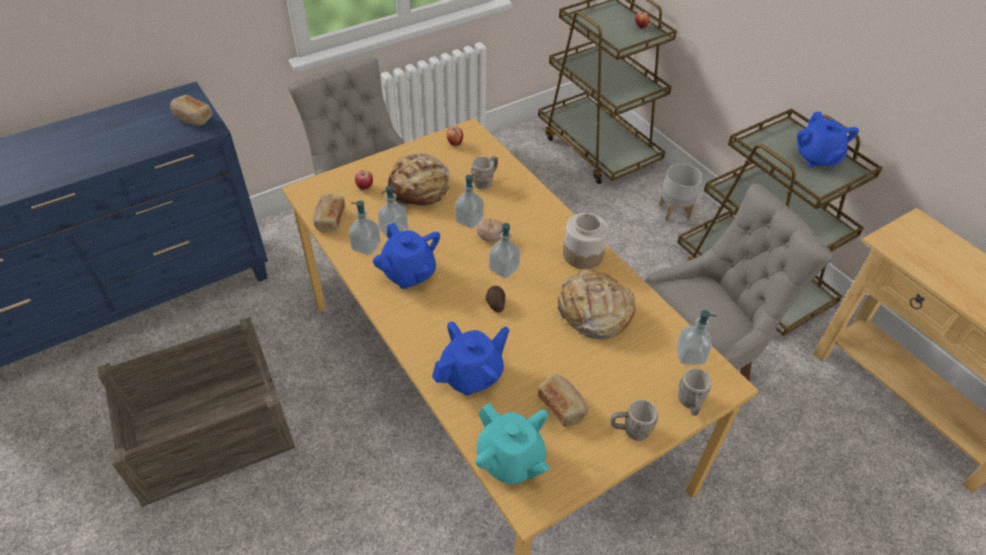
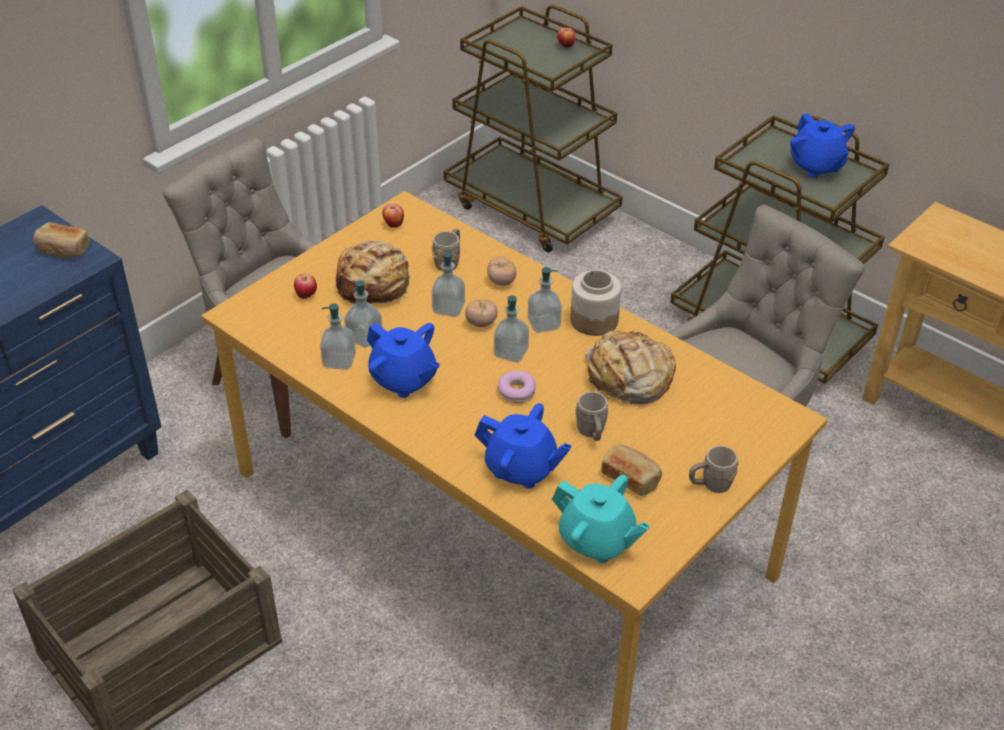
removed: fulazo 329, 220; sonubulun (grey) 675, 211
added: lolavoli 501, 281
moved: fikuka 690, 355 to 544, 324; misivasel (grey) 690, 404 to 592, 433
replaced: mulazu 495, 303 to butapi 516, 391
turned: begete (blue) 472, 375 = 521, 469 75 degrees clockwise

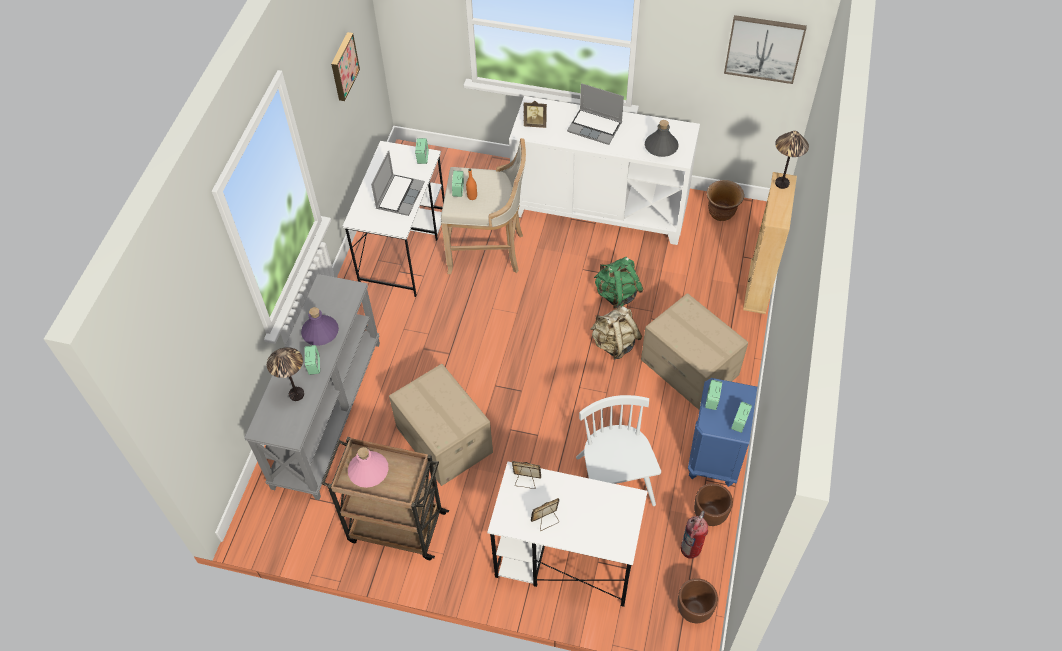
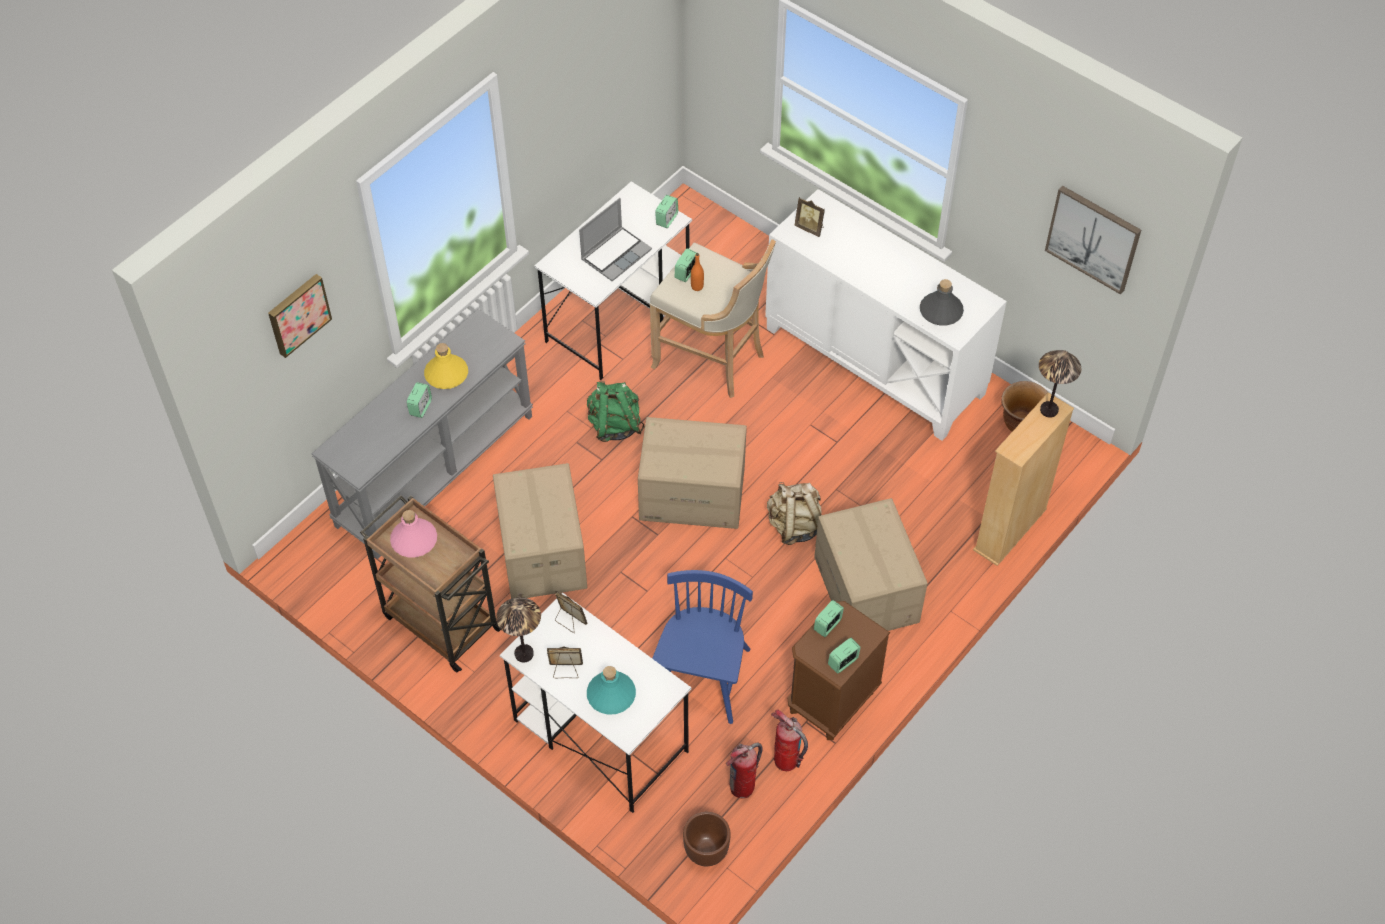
removed: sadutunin 595, 127
added: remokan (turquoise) 611, 695; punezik 692, 493
moved: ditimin 343, 66 to 297, 314; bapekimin 297, 394 to 524, 654; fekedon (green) 617, 294 to 614, 425
replaced: sonubulun (brown) 709, 515 to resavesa 786, 761
recoloured: remokan (purple) 320, 332 to remokan (yellow) 447, 374; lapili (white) 615, 481 to lapili (blue) 702, 678; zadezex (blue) 714, 457 to zadezex (brown) 831, 702

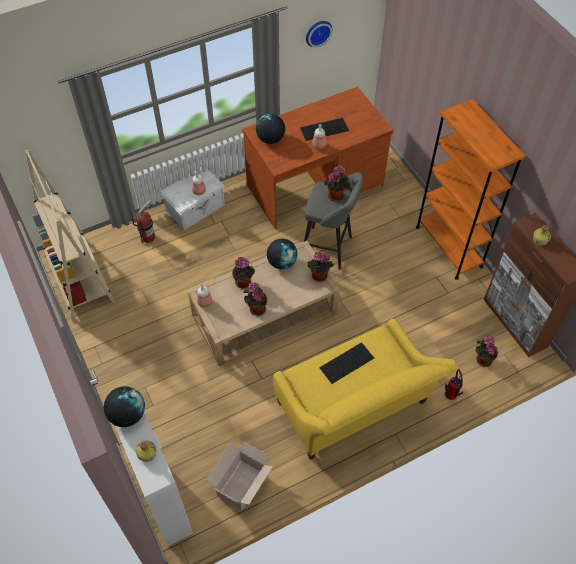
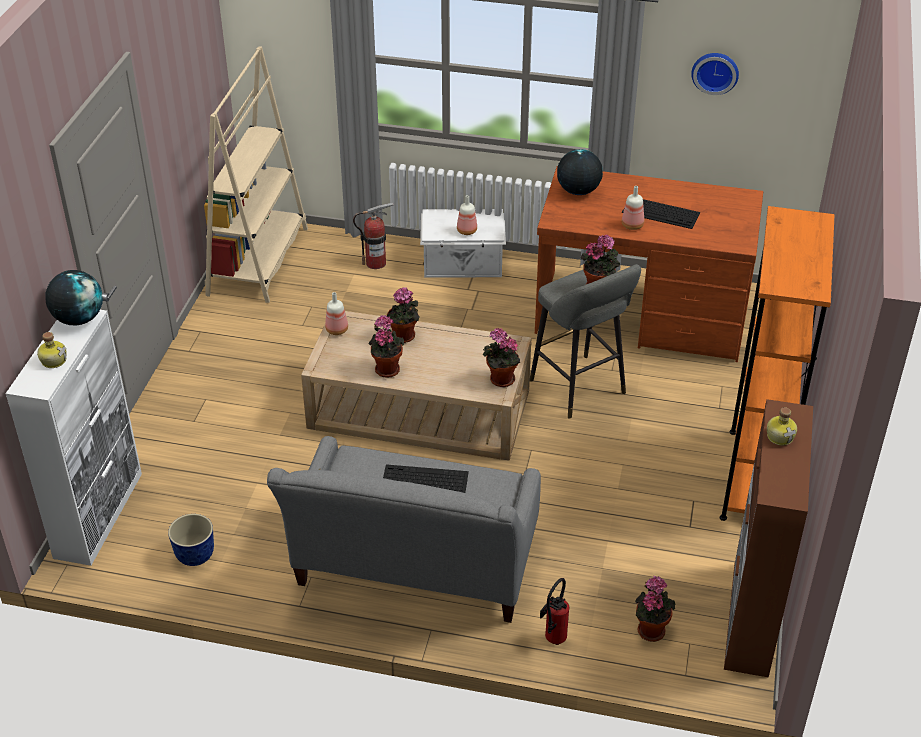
removed: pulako 282, 262
replaced: punezik 242, 484 to sonubulun 196, 556
recoloured: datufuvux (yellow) 355, 409 to datufuvux (grey) 413, 571

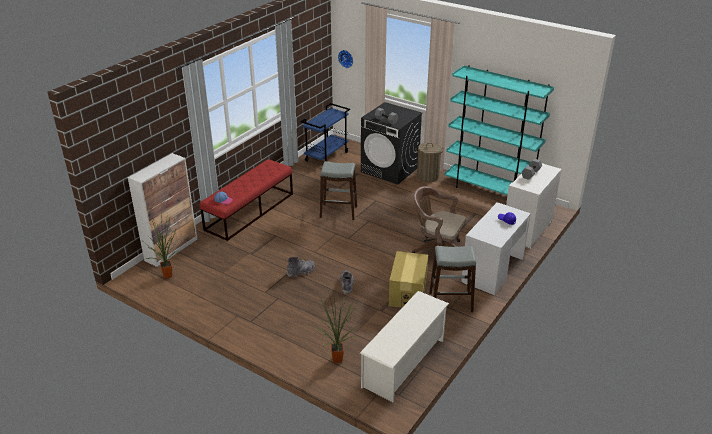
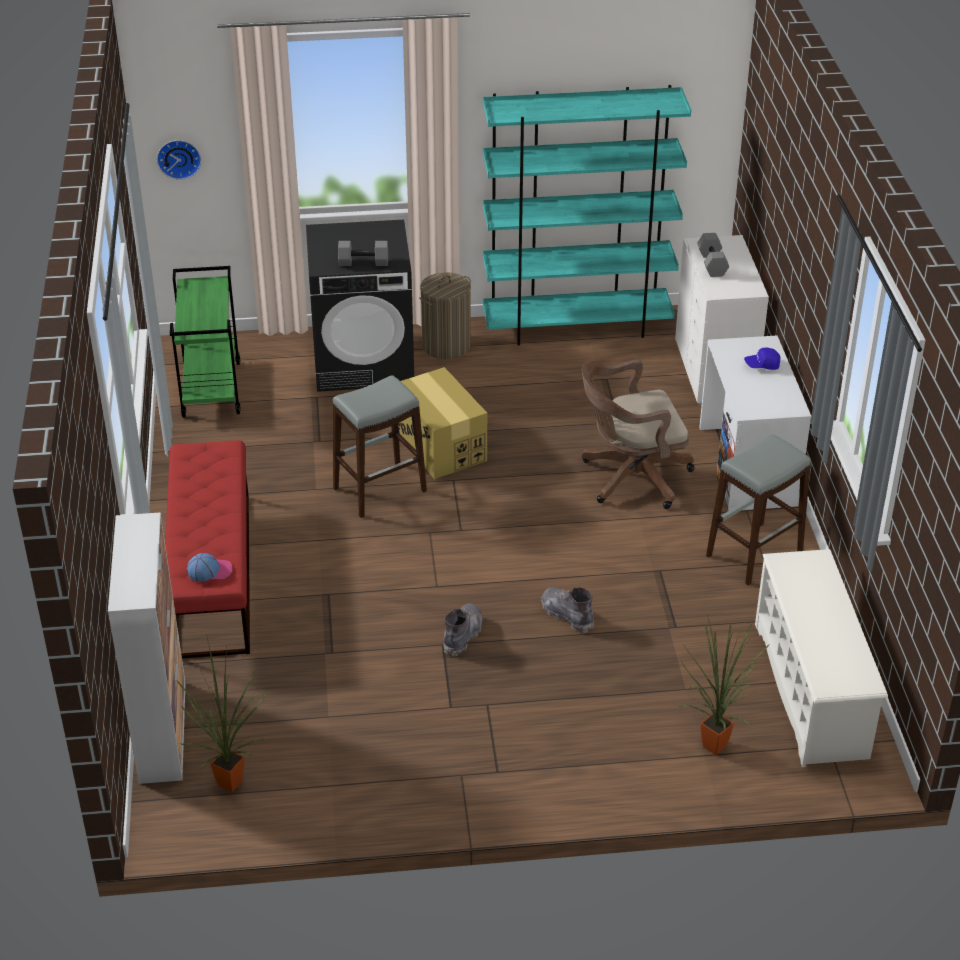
moved: punezik 408, 292 to 439, 445
recoloured: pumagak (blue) 326, 156 to pumagak (green) 210, 389

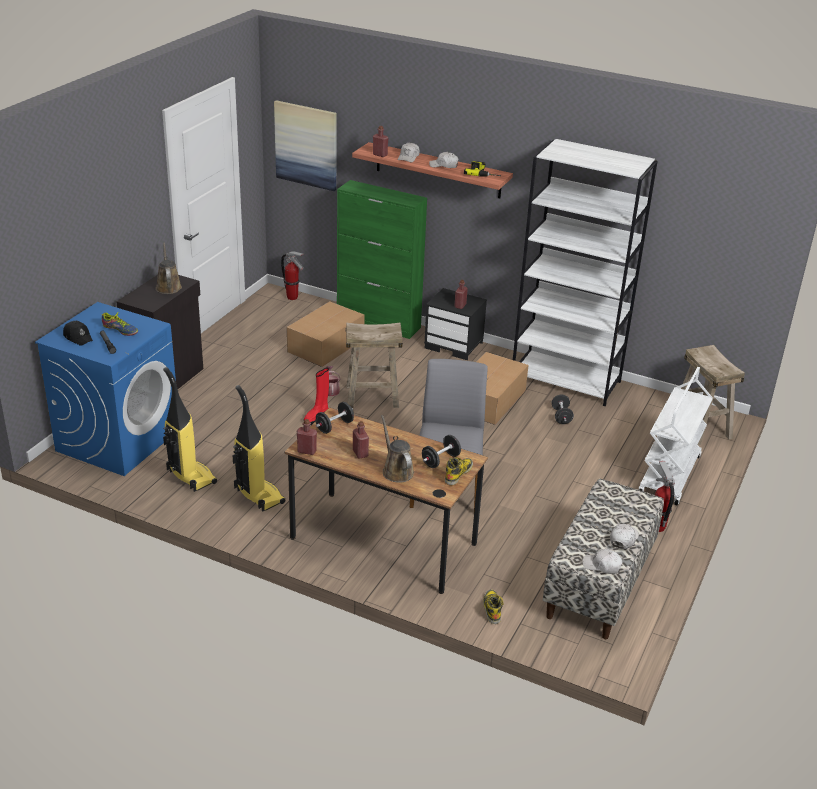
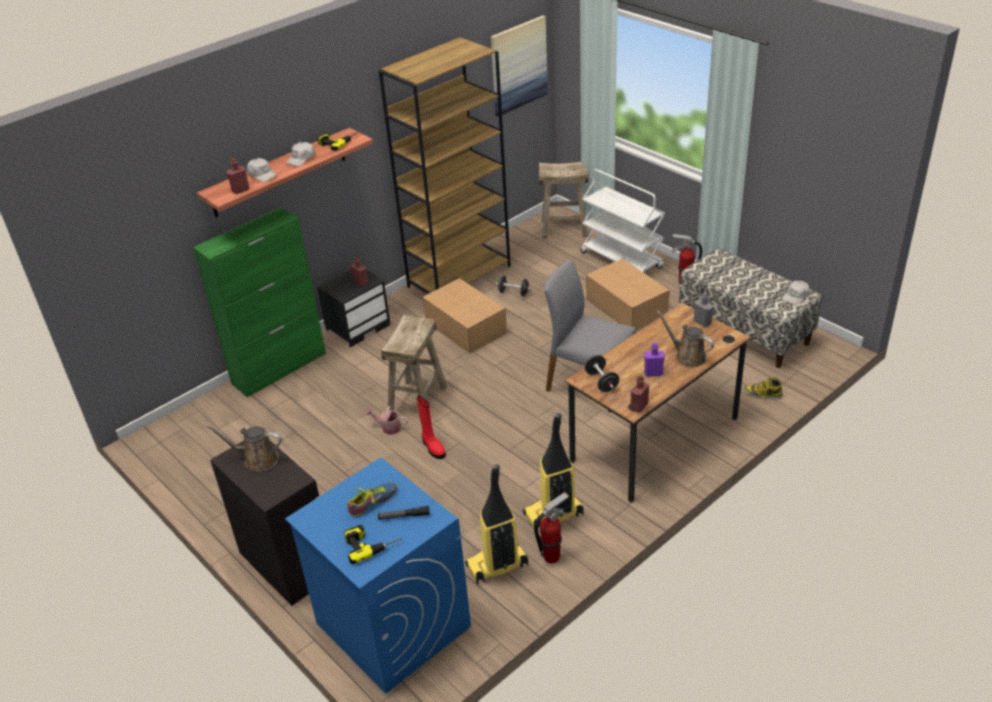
removed: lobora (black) 440, 460; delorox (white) 623, 539
moved: ditimin 306, 145 to 518, 65; resavesa 292, 297 to 552, 557; punezik 327, 345 to 626, 306
replaced: delorox (black) 78, 337 to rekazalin 371, 543; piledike 458, 473 to remokan (grey) 702, 322
recoloured: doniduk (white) 566, 380 to doniduk (brown) 459, 276; remokan (red) 360, 453 to remokan (purple) 653, 373
turned: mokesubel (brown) 396, 470 = 687, 356 45 degrees clockwise

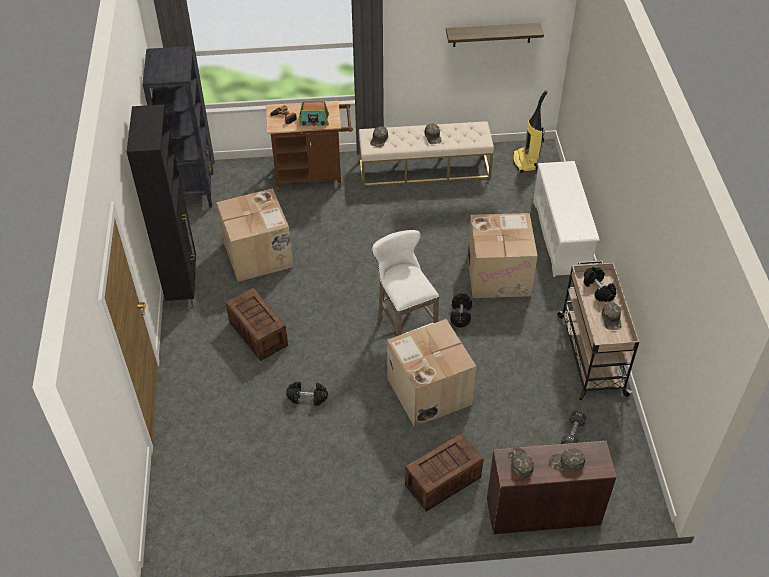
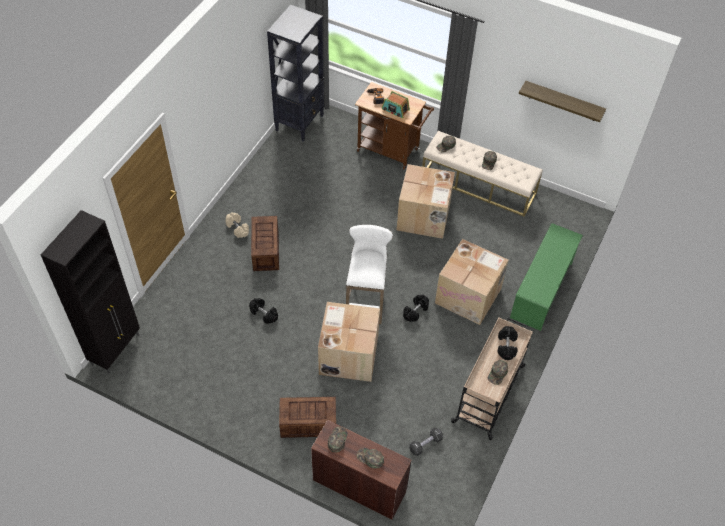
removed: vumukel 525, 162
added: lobora (beige) 238, 228
moved: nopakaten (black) 183, 285 to 116, 349; punezik 259, 255 to 424, 217
recoloured: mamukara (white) 561, 236 to mamukara (green) 541, 290

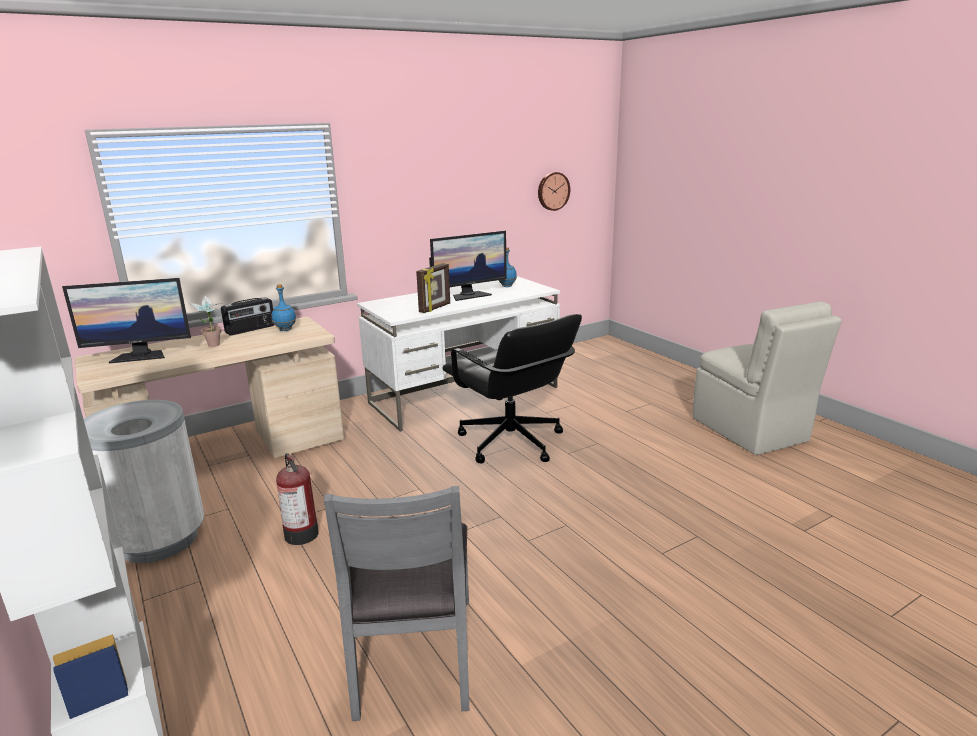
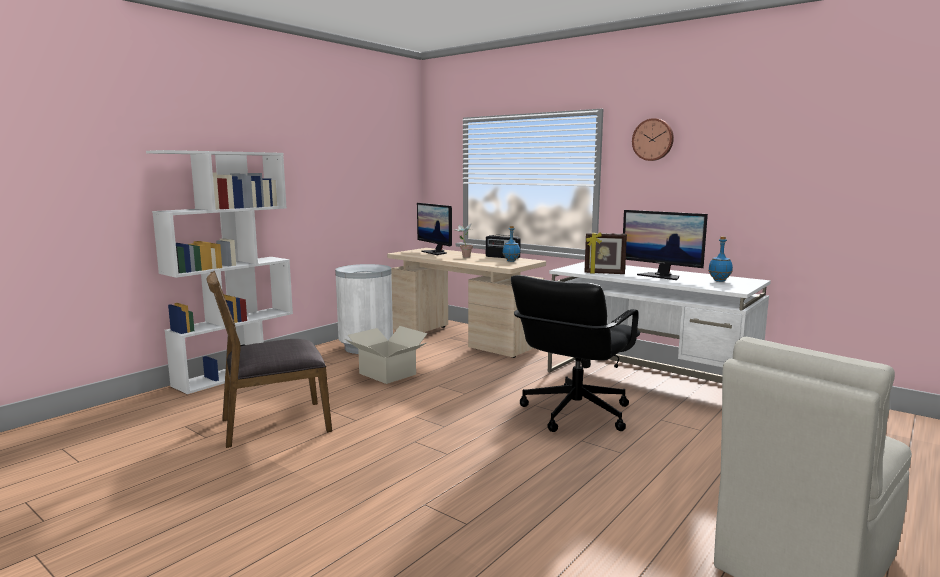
moved: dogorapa 552, 191 to 653, 139
replaced: resavesa 301, 533 to punezik 388, 373
recoloured: lapili (grey) 412, 655 to lapili (brown) 274, 424

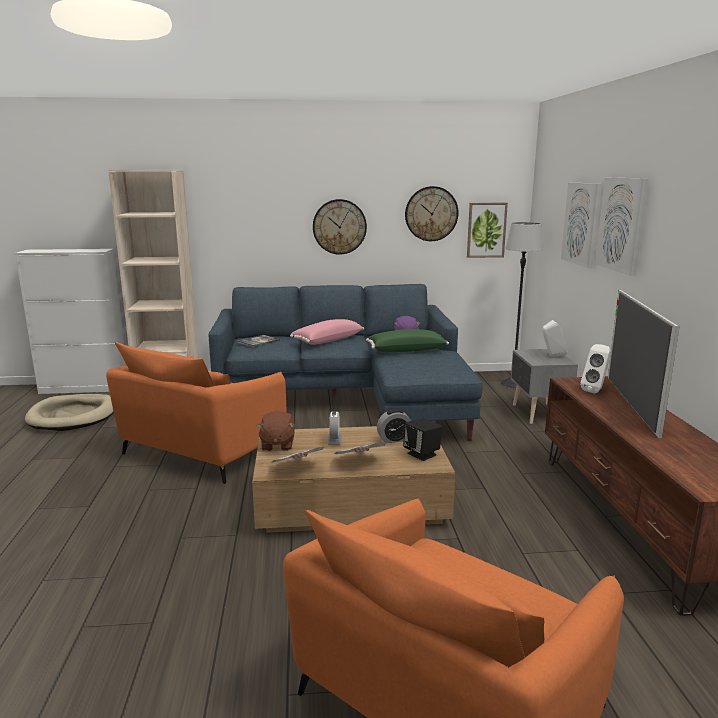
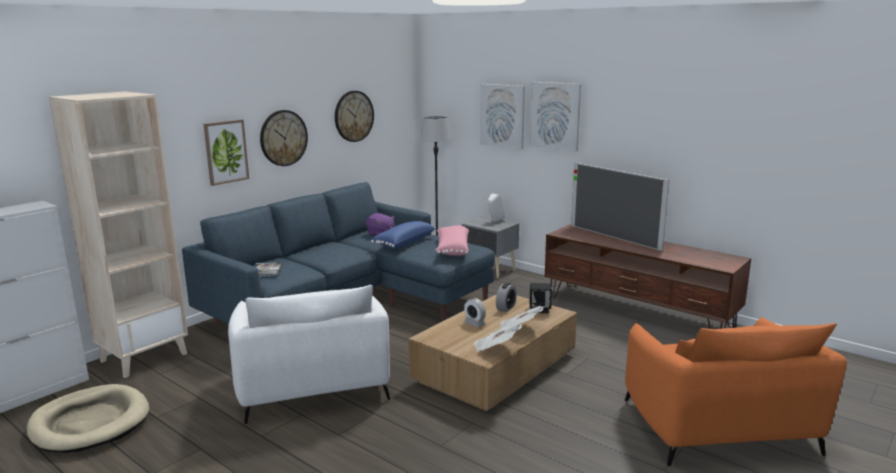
removed: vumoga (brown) 277, 444; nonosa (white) 595, 391
moved: ditimin 486, 230 to 226, 152; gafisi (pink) 327, 340 to 452, 249
recoloured: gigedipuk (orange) 203, 449 to gigedipuk (white) 312, 387; gafisi (green) 406, 350 to gafisi (blue) 403, 243

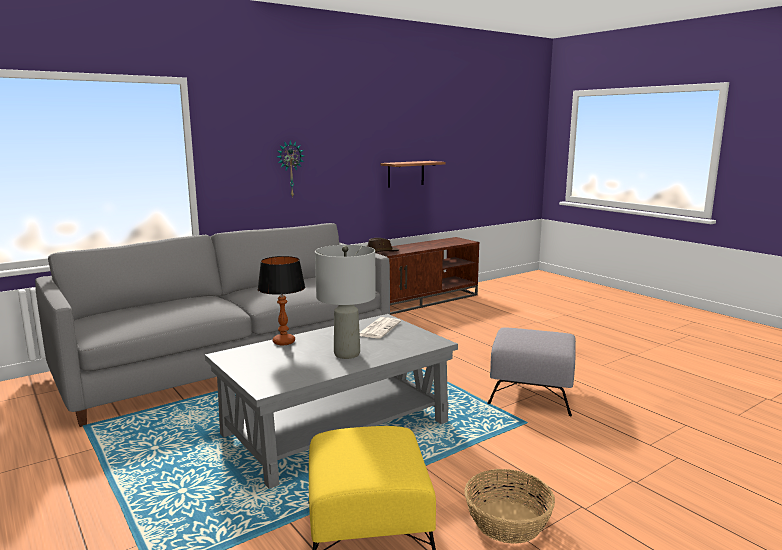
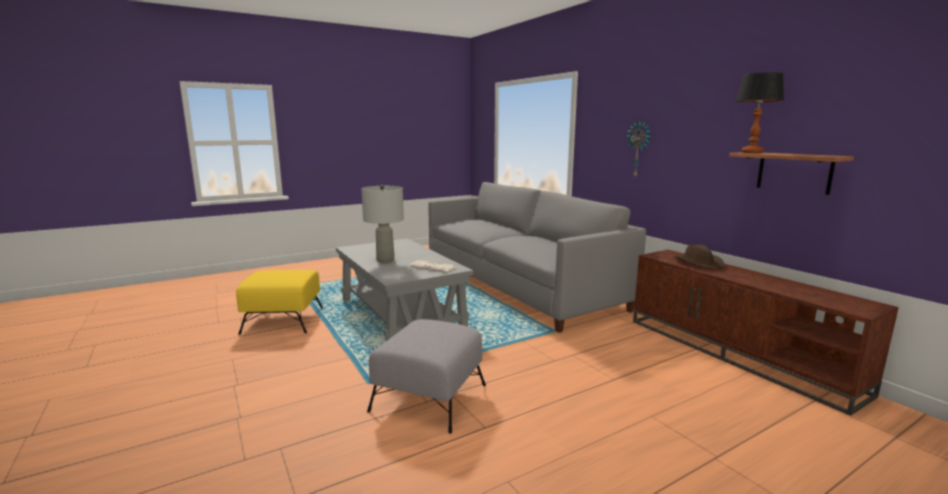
removed: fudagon 506, 521
moved: bapekimin 283, 342 to 751, 152

